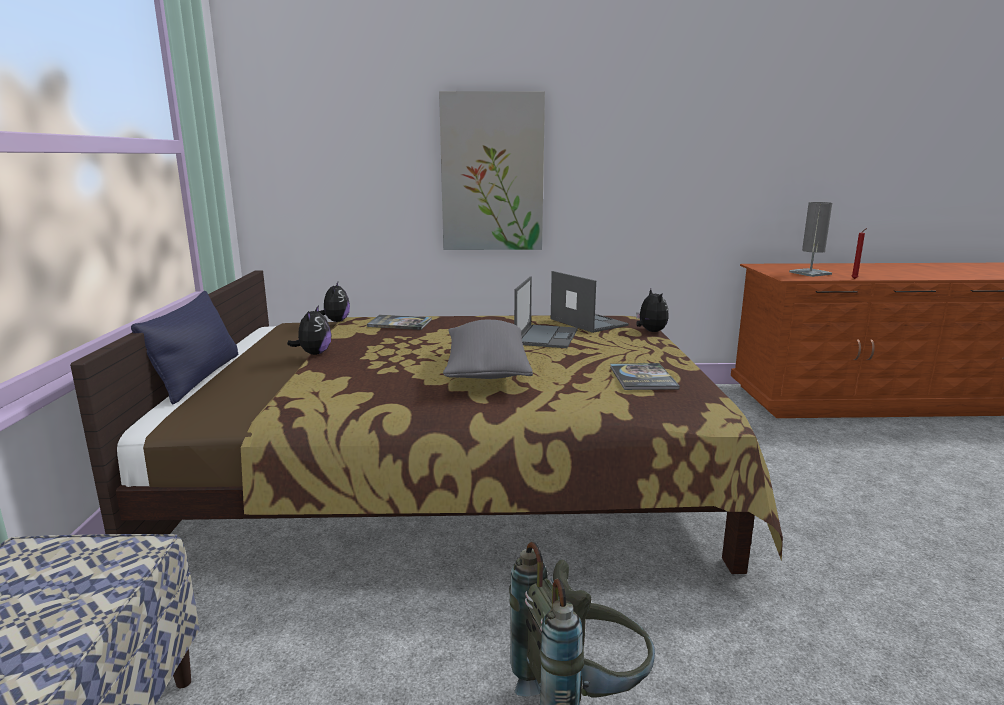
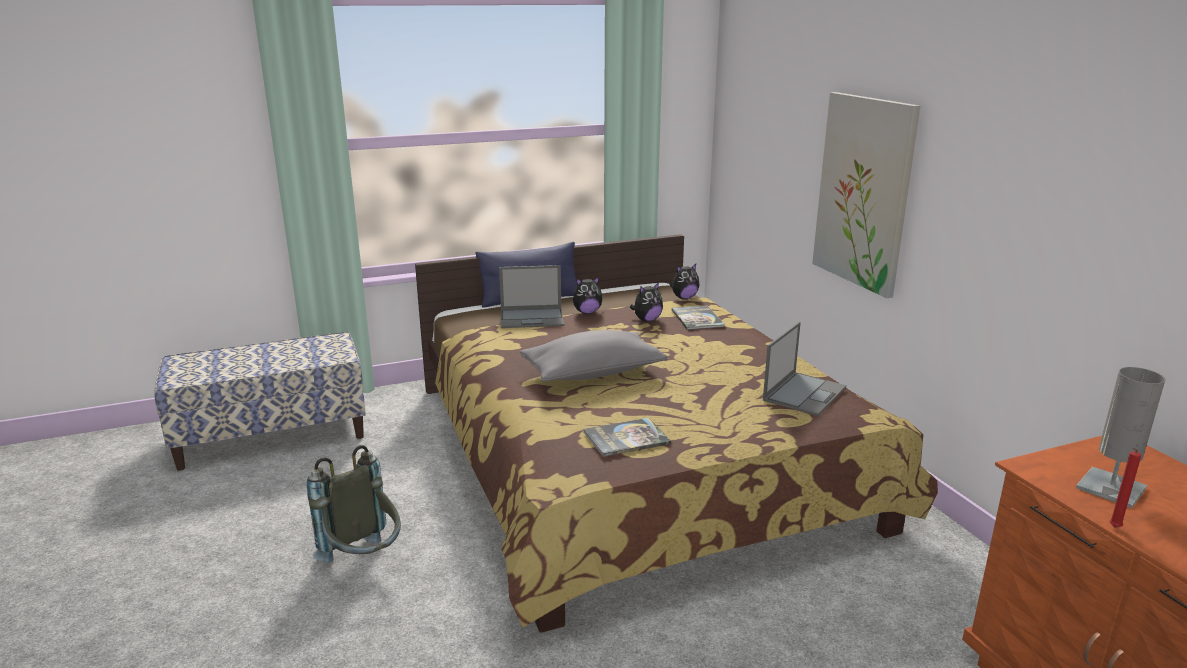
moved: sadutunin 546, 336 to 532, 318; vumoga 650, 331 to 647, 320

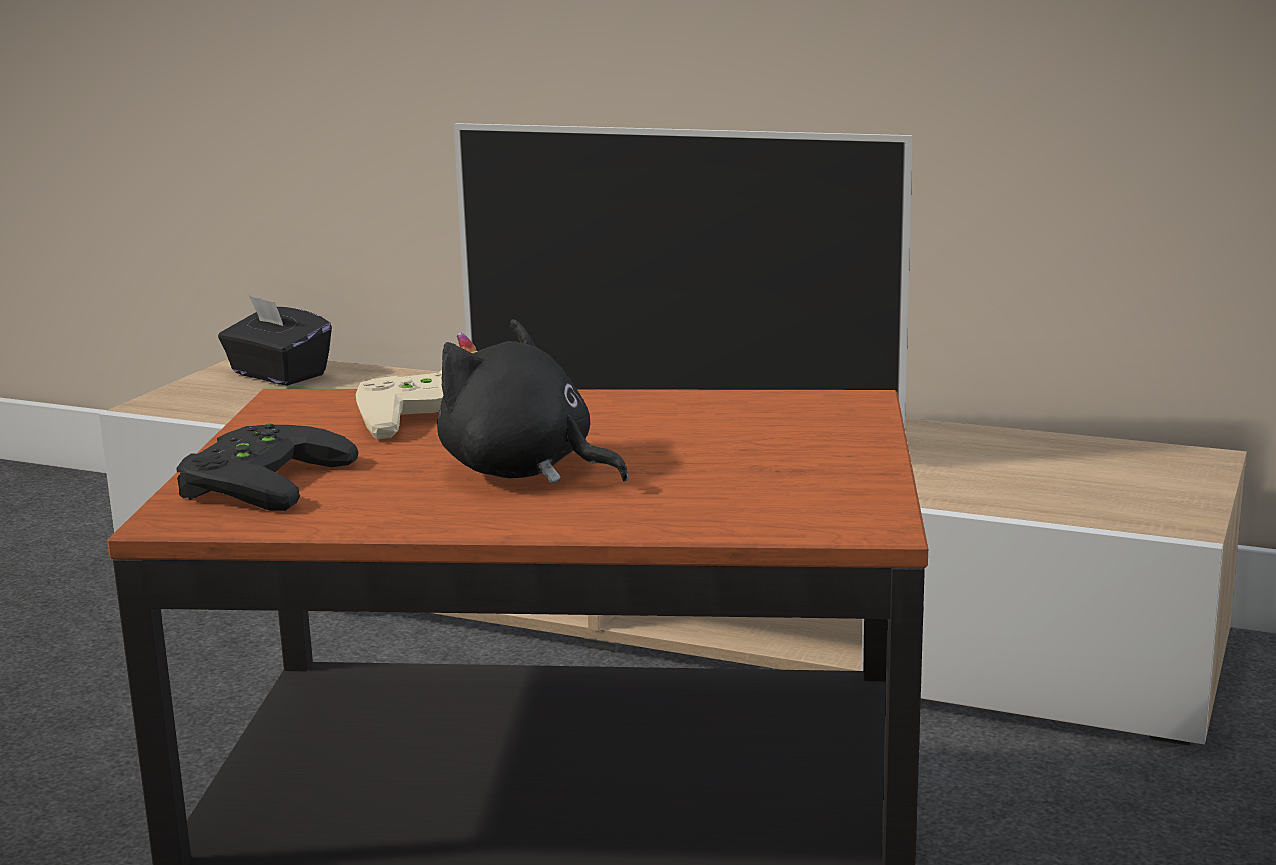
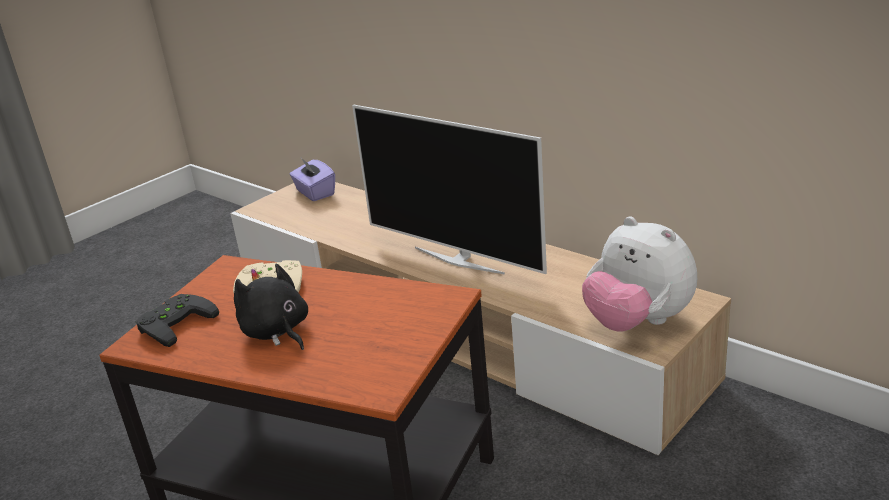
added: vumoga 637, 322
recoloured: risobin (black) 277, 375 to risobin (purple) 315, 193

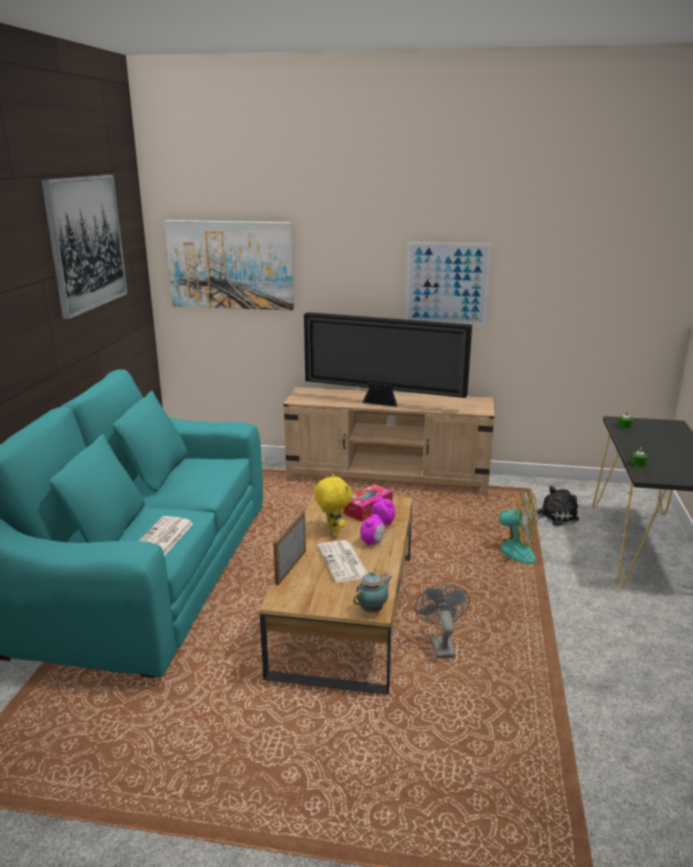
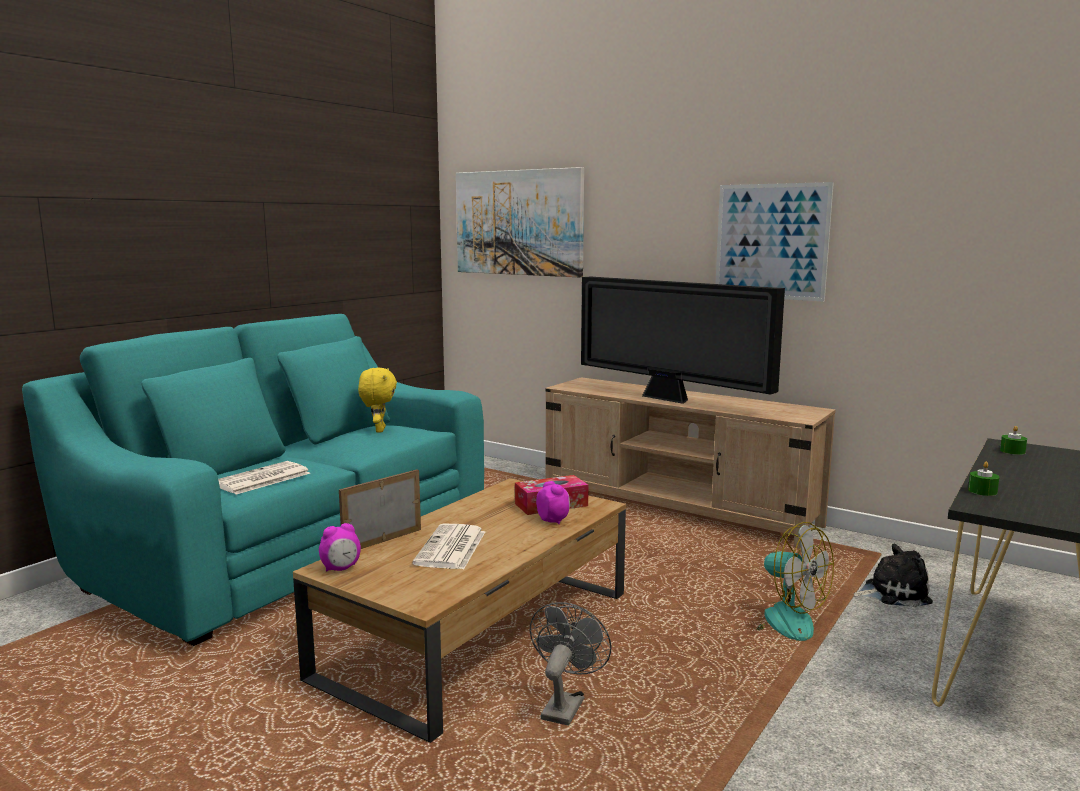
removed: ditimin 86, 243; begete 373, 609
moved: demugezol 372, 542 to 341, 569; vumoga (yellow) 332, 529 to 379, 430

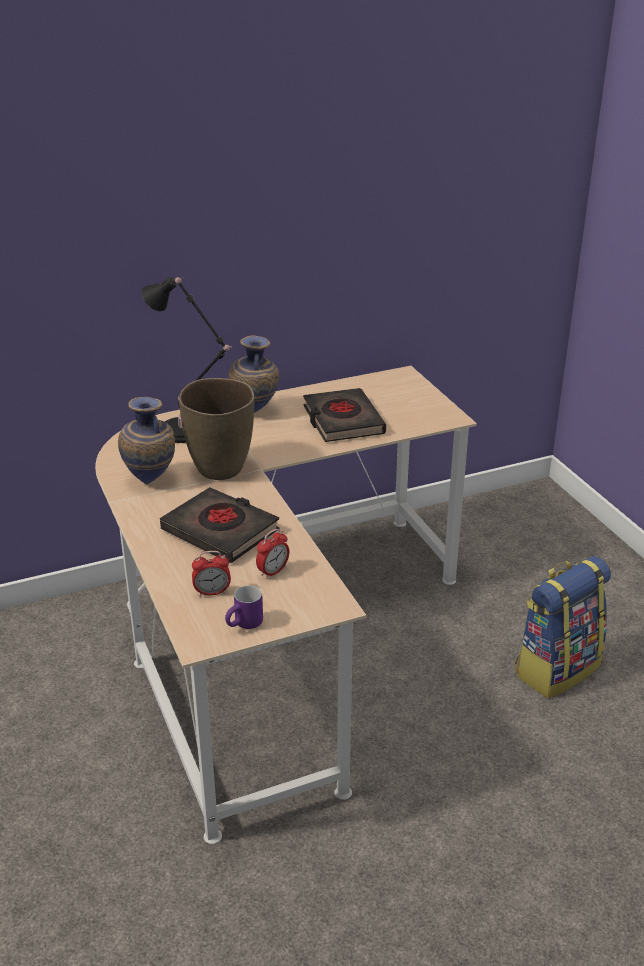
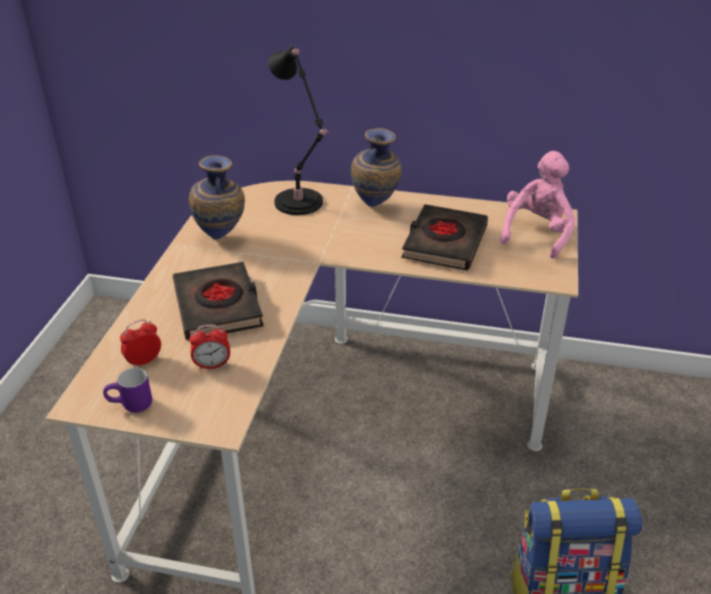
removed: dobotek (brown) 221, 469
added: vumoga (pink) 536, 233
turned: demugezol 212, 592 = 144, 361 120 degrees clockwise

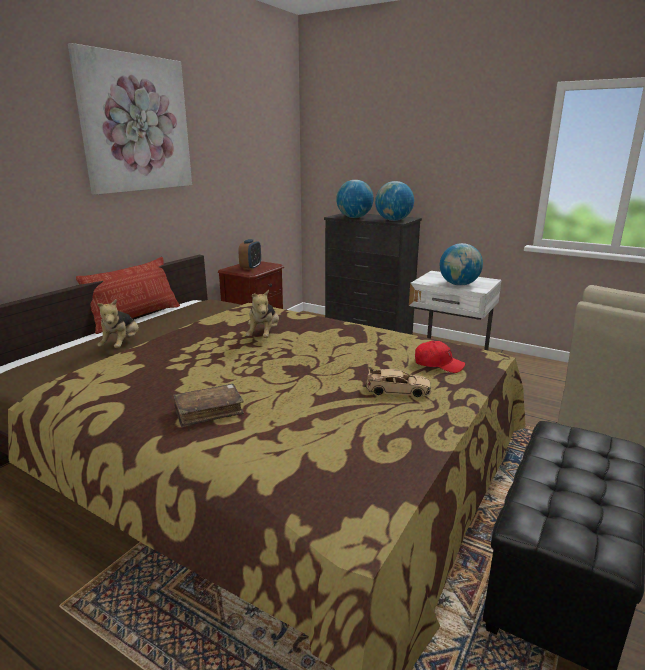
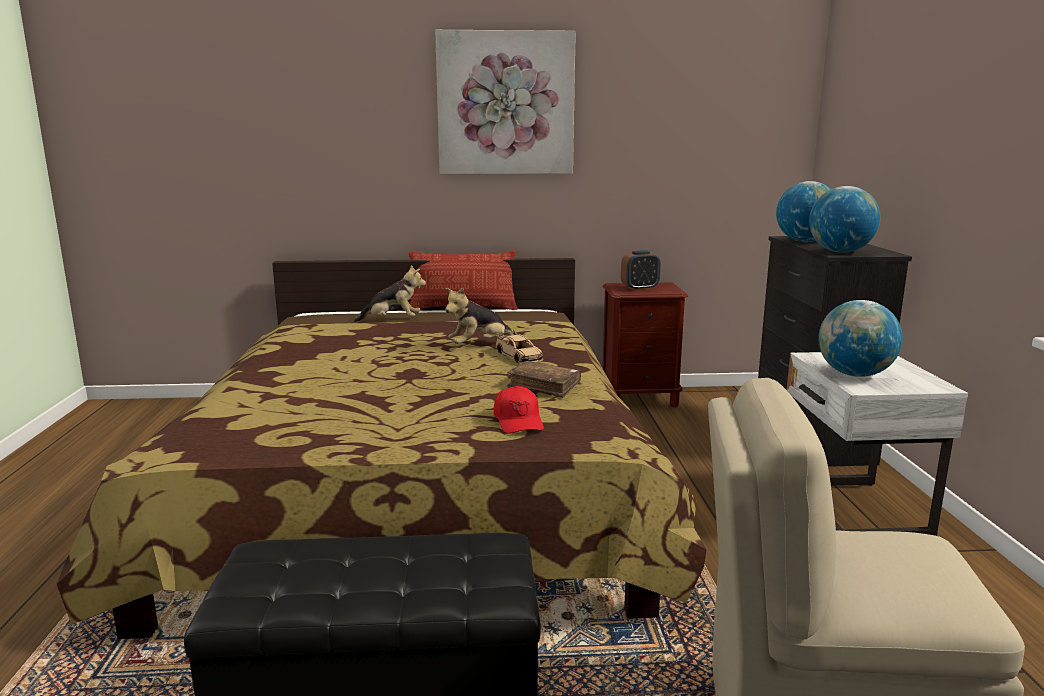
moved: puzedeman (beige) 397, 390 to 518, 356; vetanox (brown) 209, 411 to 544, 386
turned: vumoga 122, 345 = 392, 321 150 degrees counterclockwise

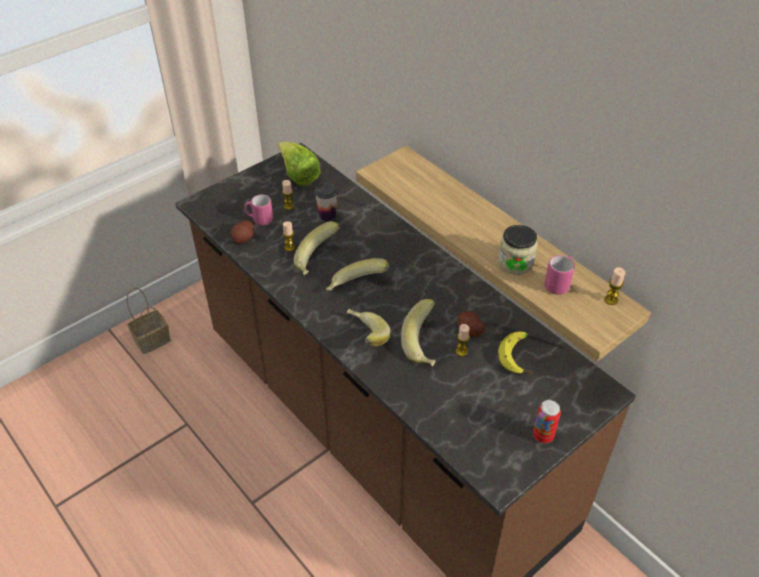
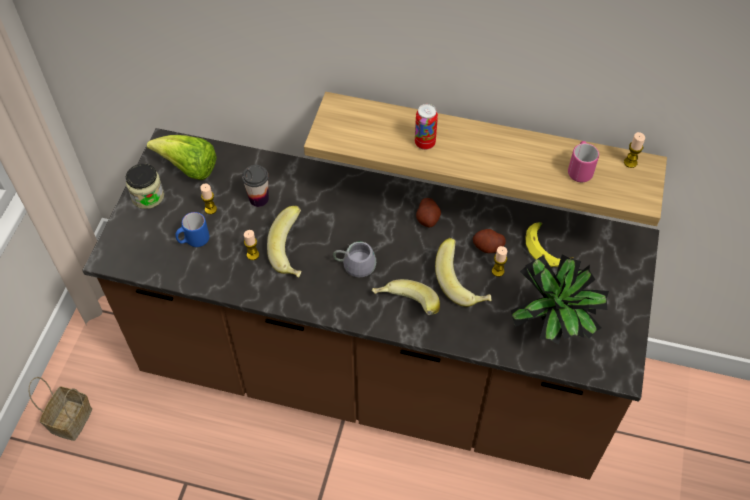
added: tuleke 551, 330
moved: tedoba 515, 263 to 148, 196; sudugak 543, 436 to 424, 143; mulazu 243, 238 to 428, 218
replaced: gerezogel 357, 288 to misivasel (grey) 355, 261
recoloured: misivasel (pink) 259, 219 to misivasel (blue) 193, 240

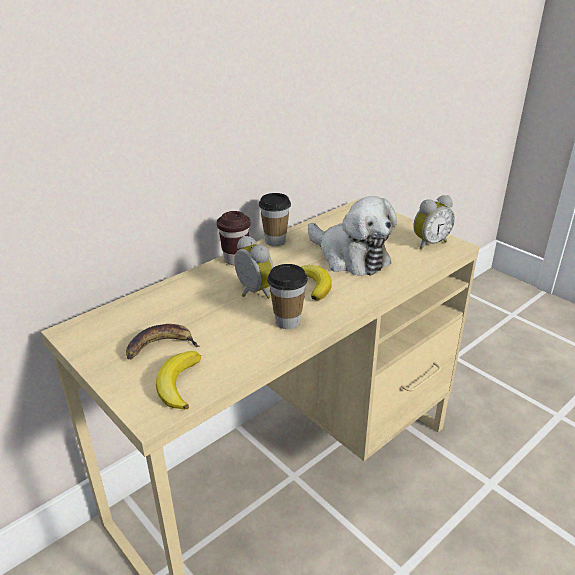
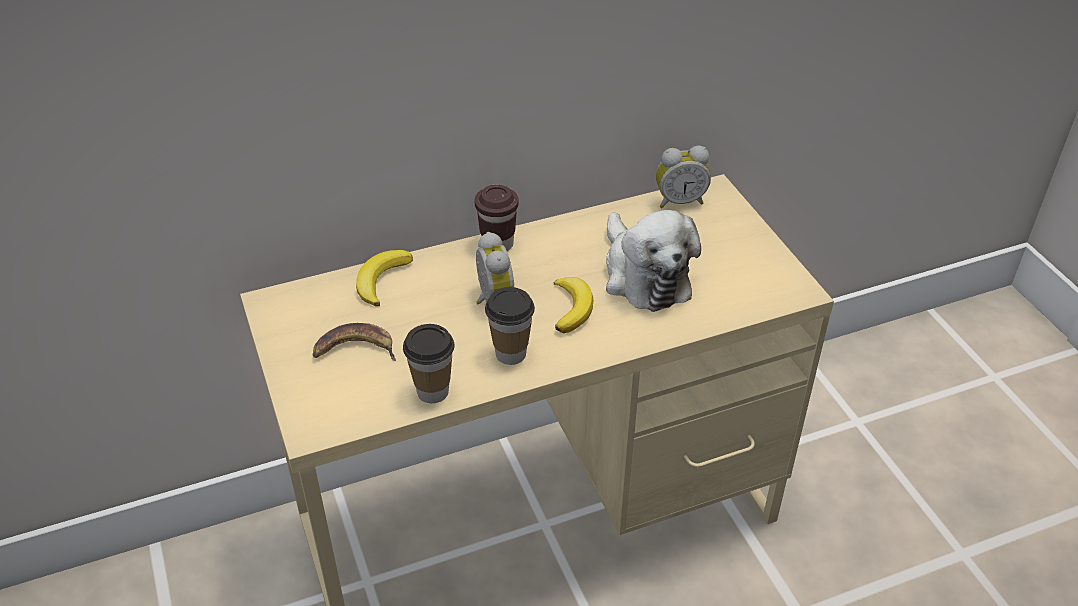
moved: gerezogel 178, 383 to 381, 280; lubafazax 275, 241 to 433, 391; demugezol 429, 243 to 679, 201

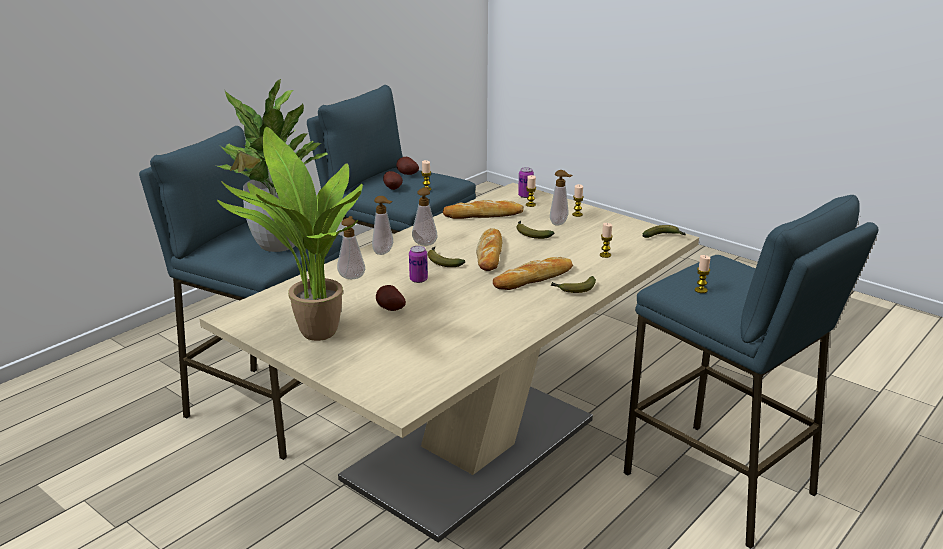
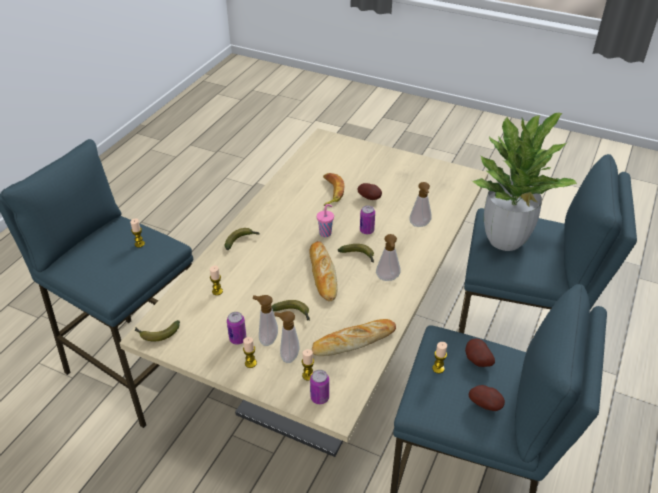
removed: tuleke 312, 335; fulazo 534, 278
added: sudugak 238, 339; lubafazax (pink) 326, 233; gerezogel 330, 192
moved: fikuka 384, 252 to 288, 356

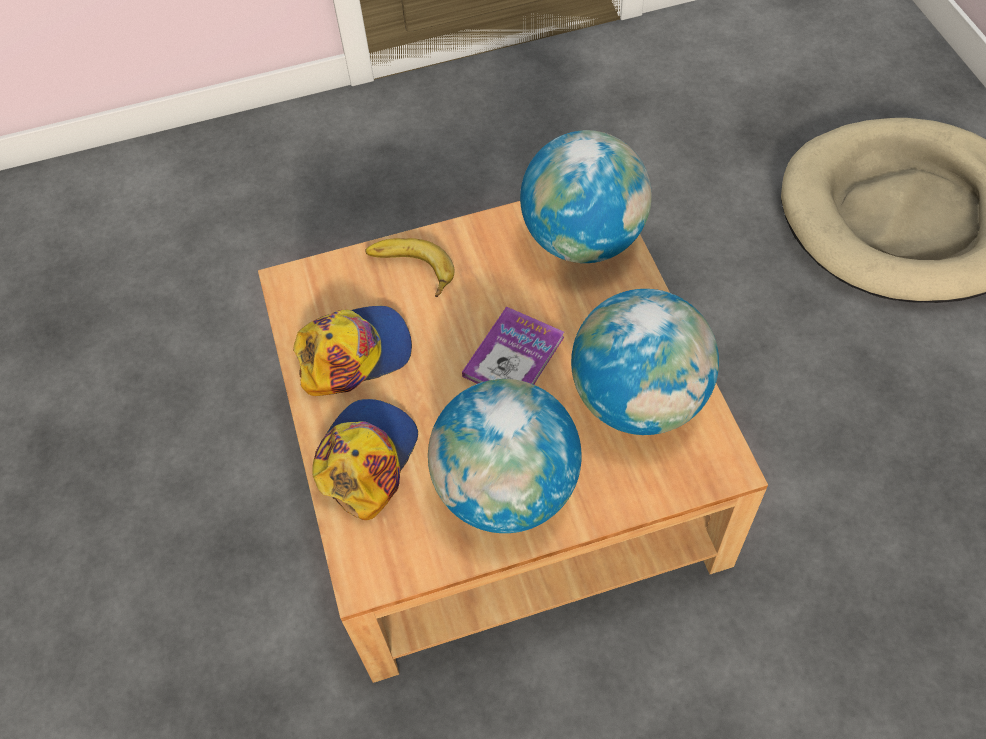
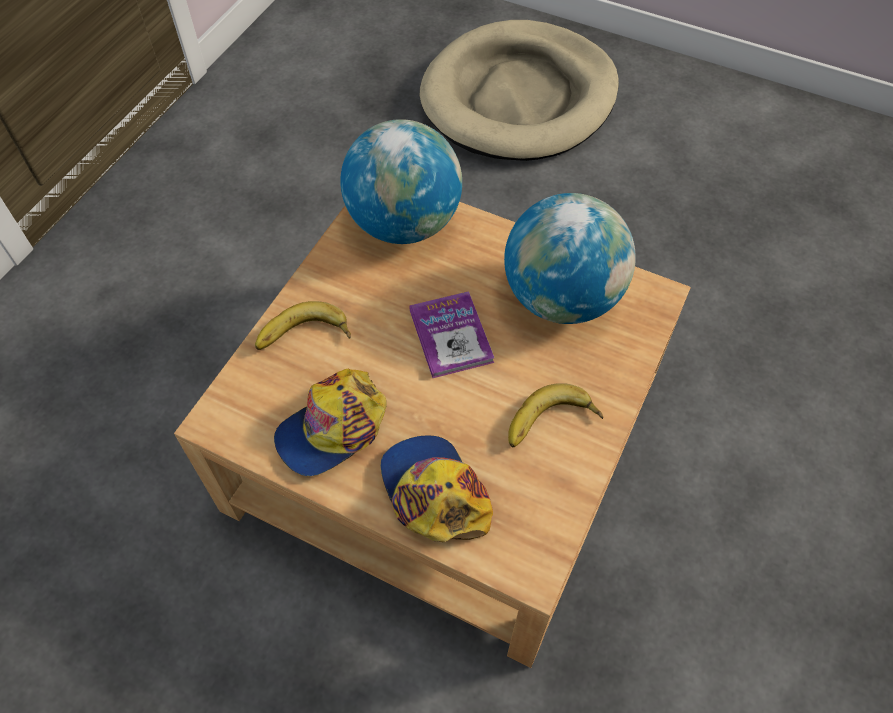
replaced: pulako 507, 489 to gerezogel 552, 425
turned: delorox 354, 353 = 333, 428 150 degrees counterclockwise

